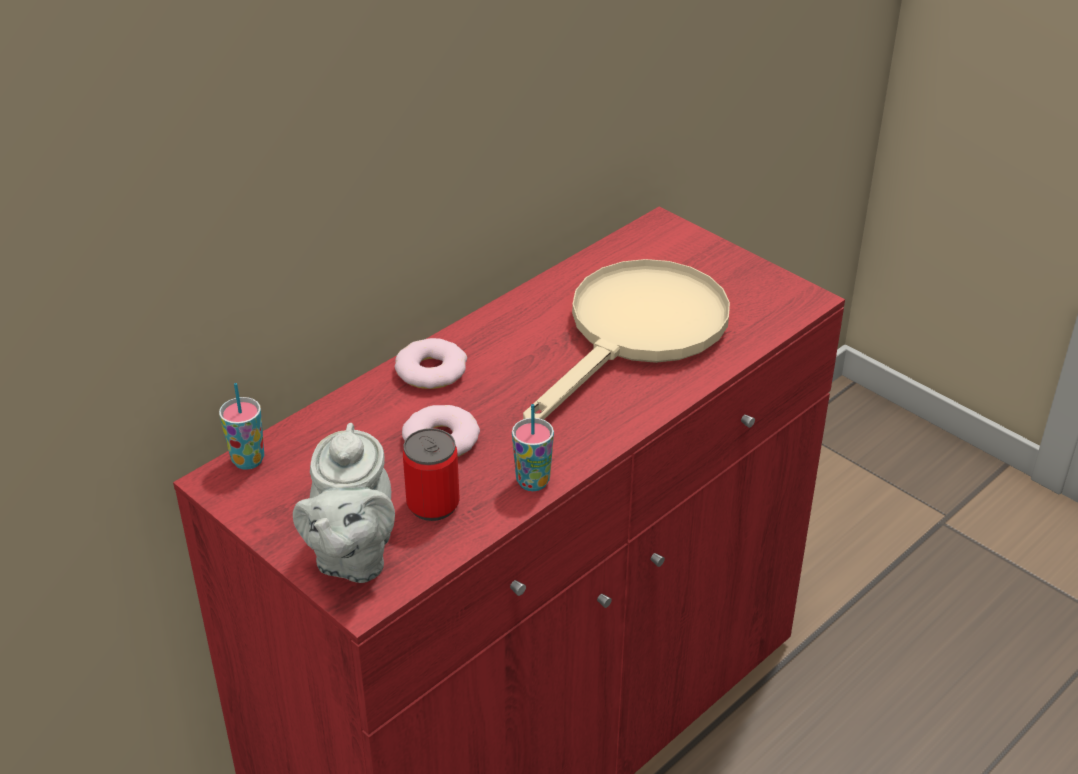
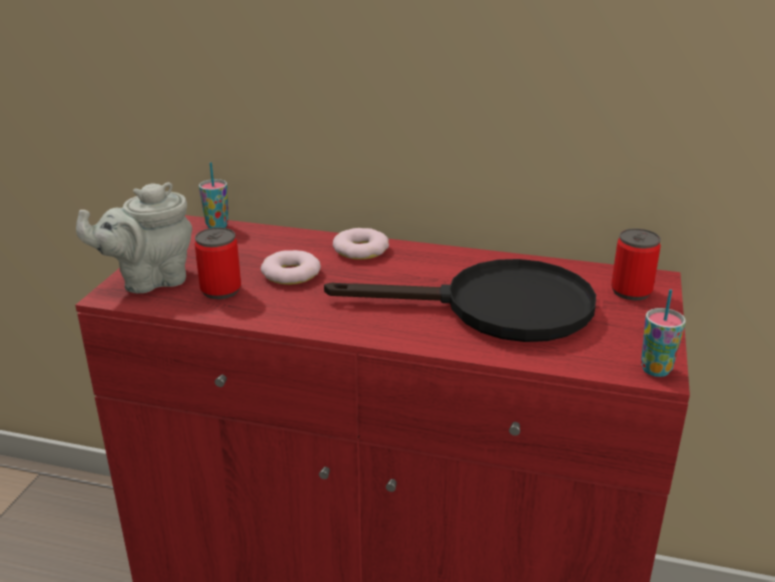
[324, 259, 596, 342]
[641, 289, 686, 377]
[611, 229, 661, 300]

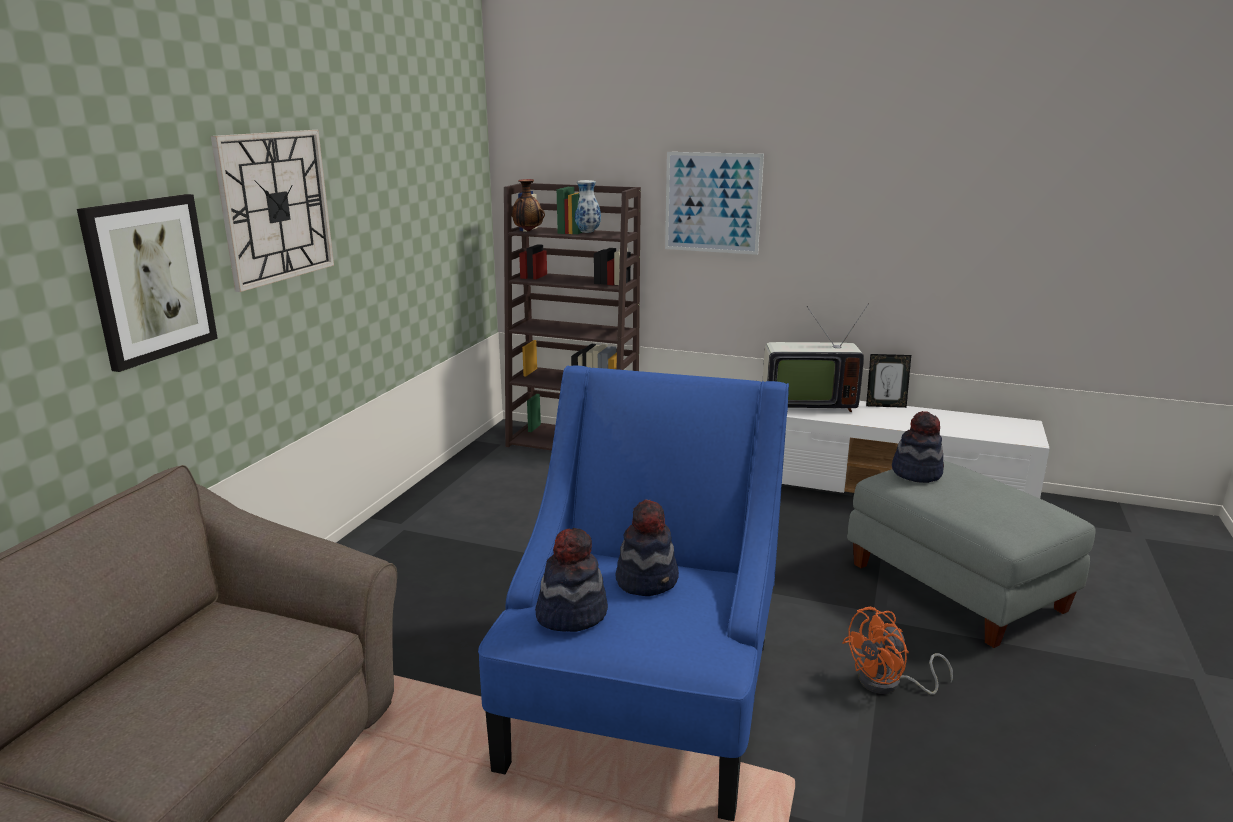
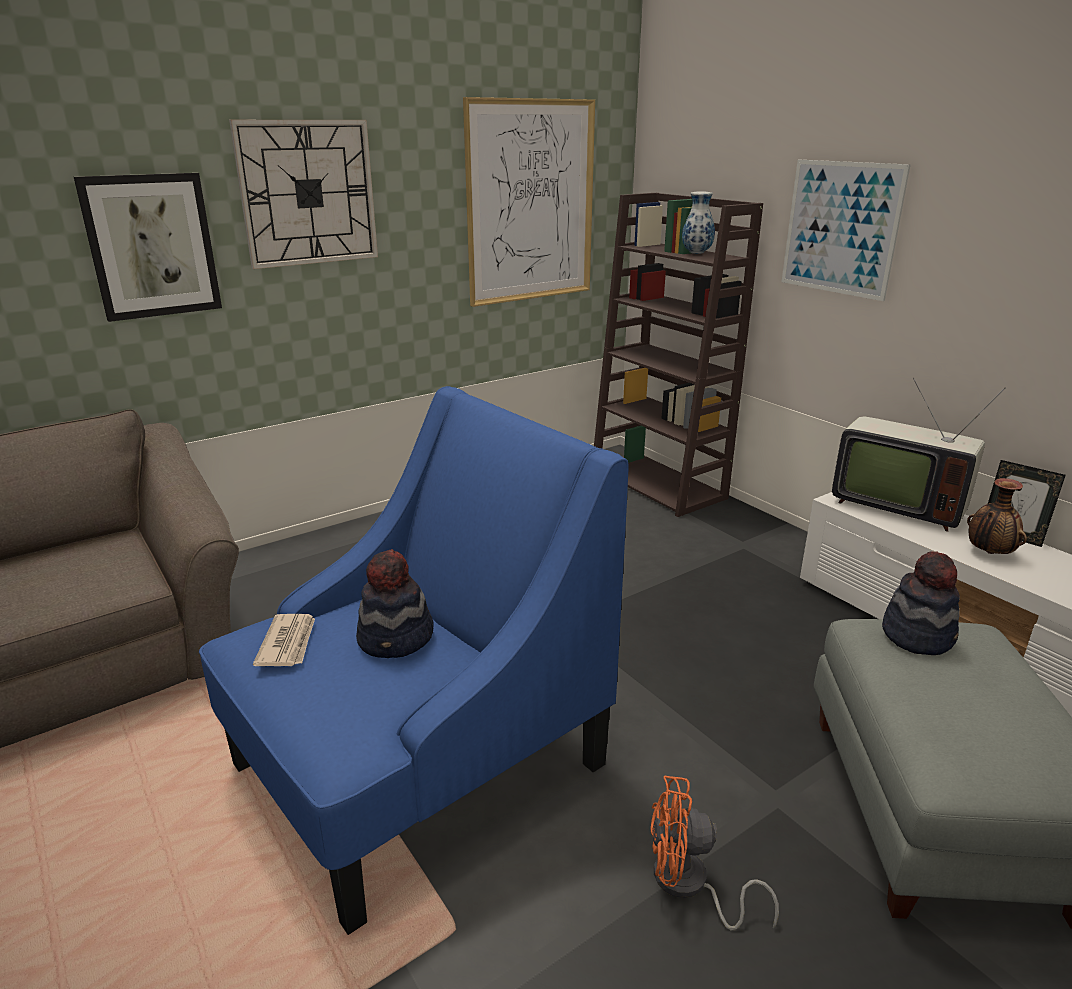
[967, 478, 1027, 554]
[253, 614, 315, 666]
[463, 97, 595, 307]

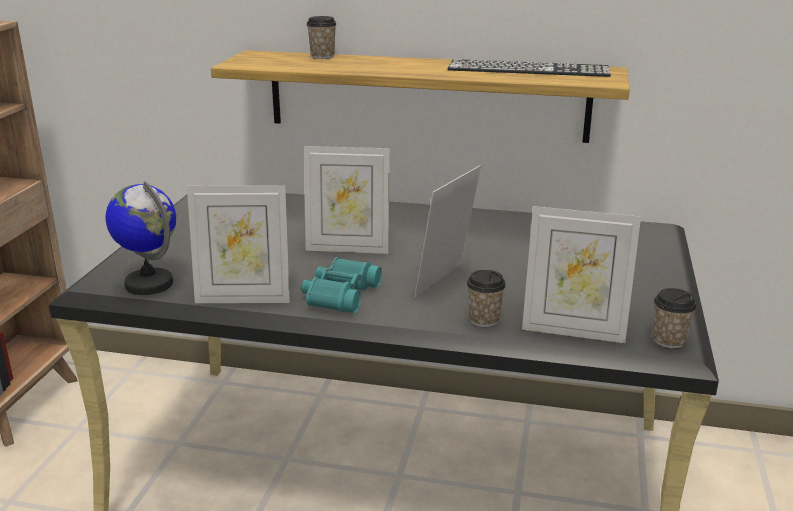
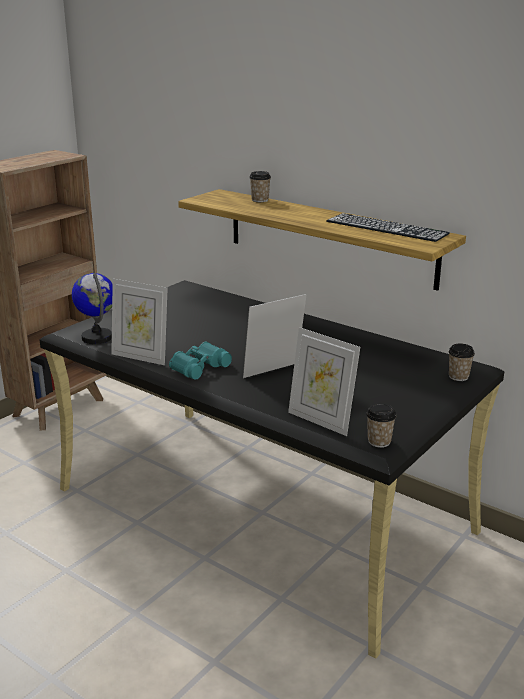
[304, 146, 390, 254] (first image)
[448, 343, 475, 381]

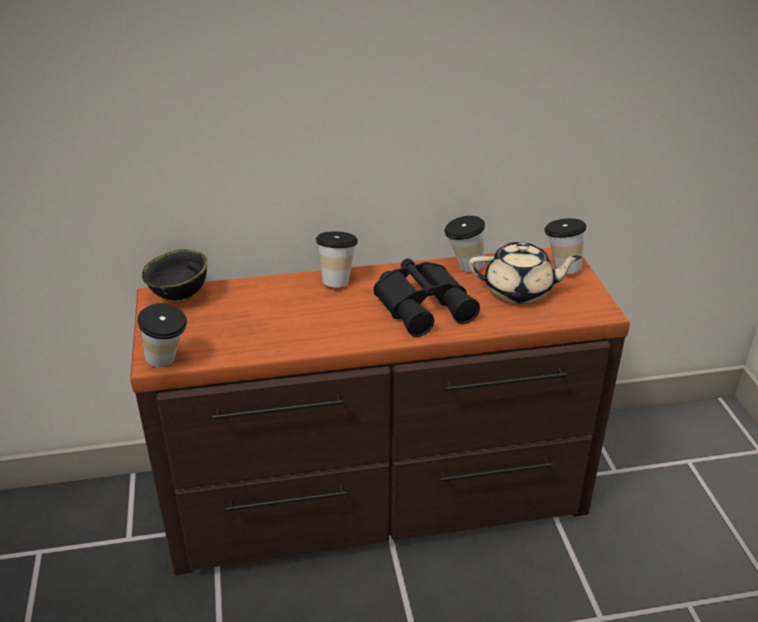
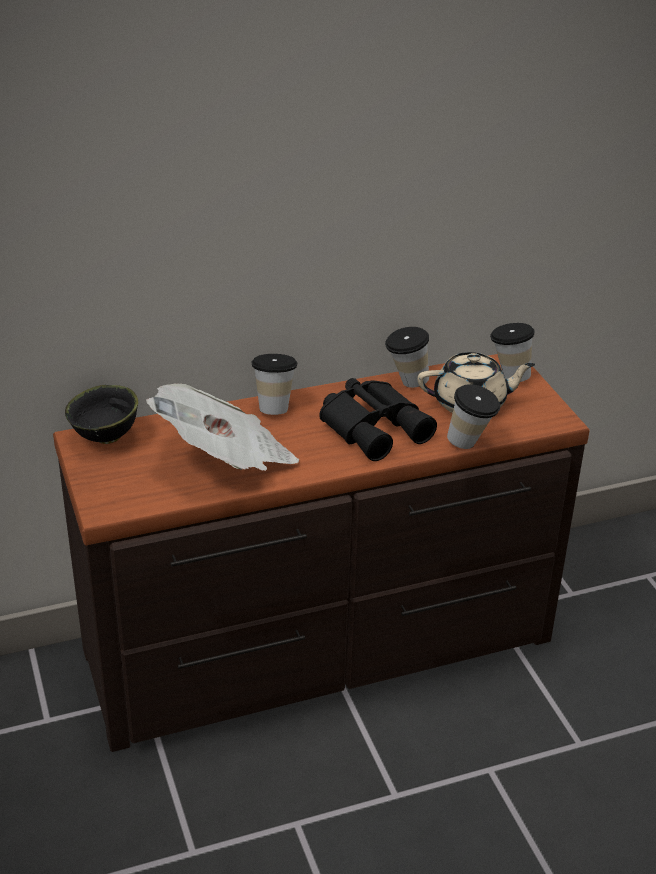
[447, 384, 500, 449]
[146, 383, 299, 471]

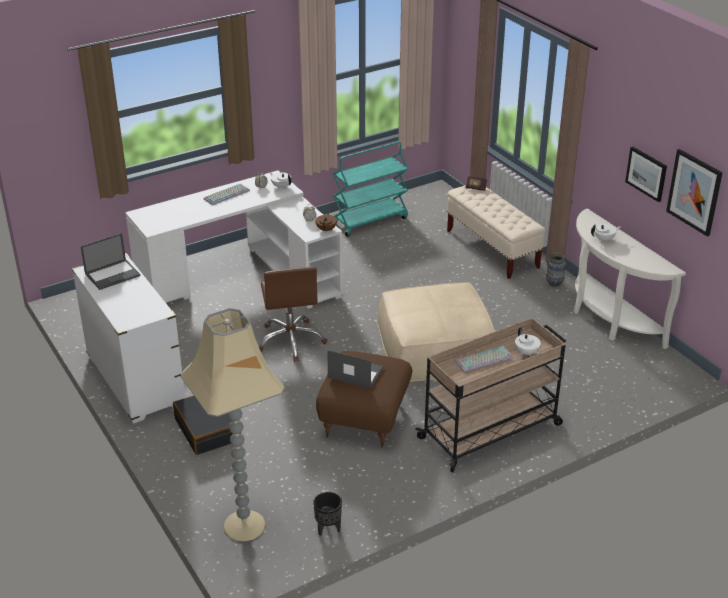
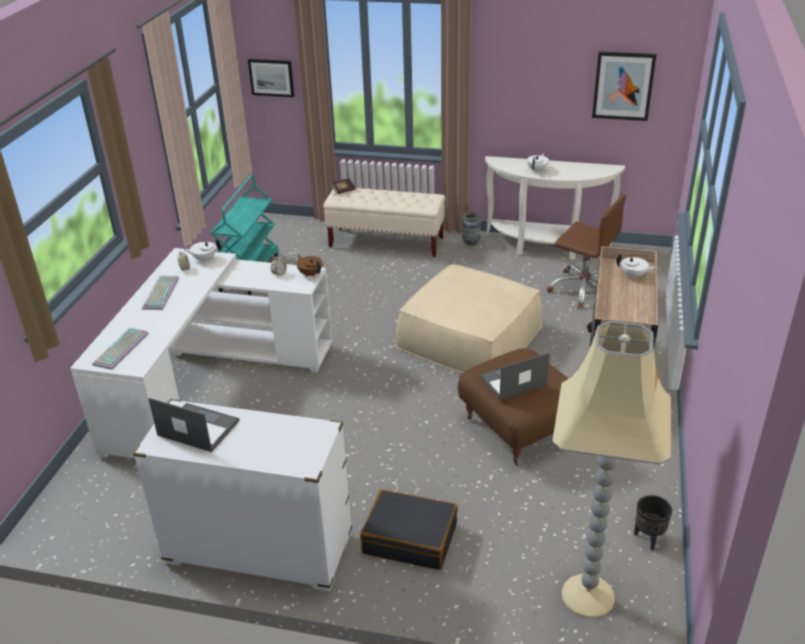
[248, 59, 294, 97]
[148, 398, 240, 452]
[547, 195, 626, 309]
[92, 328, 149, 370]

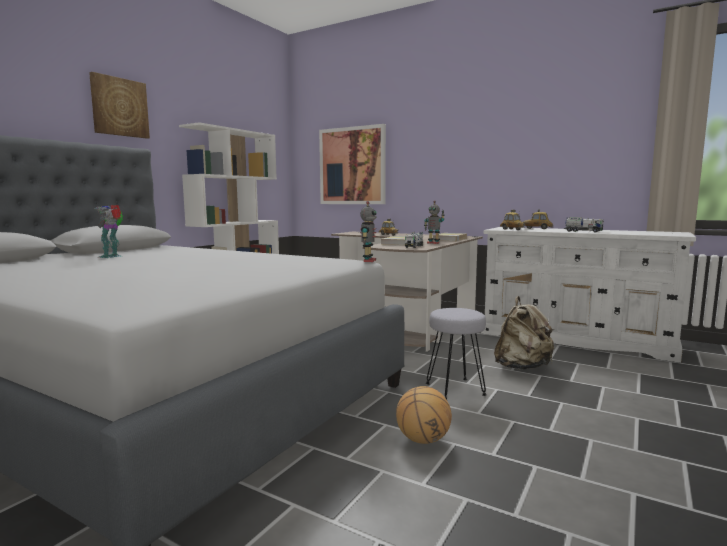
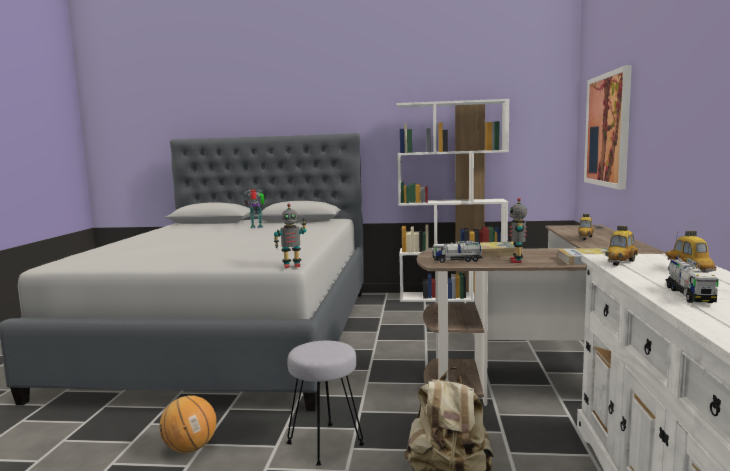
[89, 72, 150, 139] (first image)

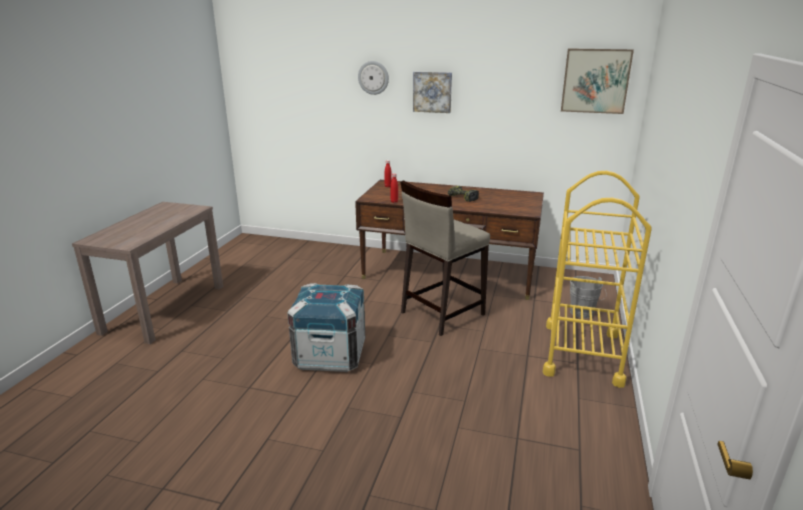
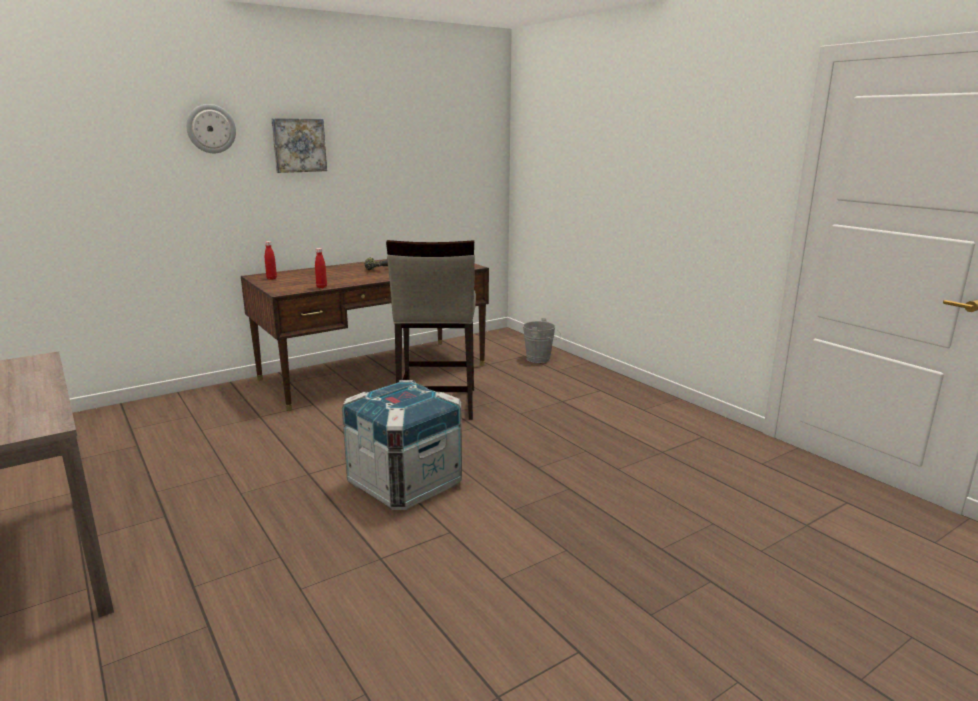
[561, 48, 634, 114] (first image)
[543, 171, 652, 388] (first image)

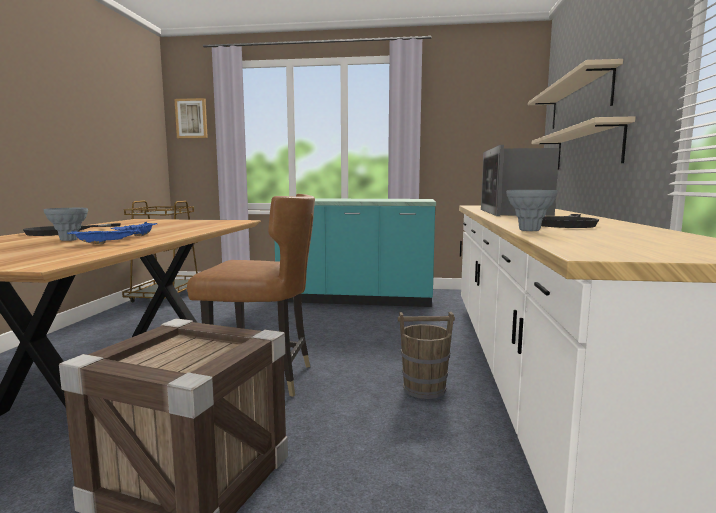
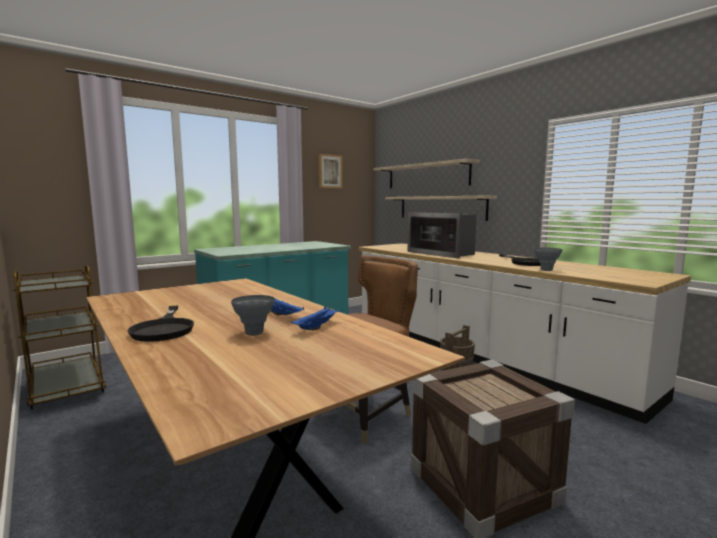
[319, 154, 342, 188]

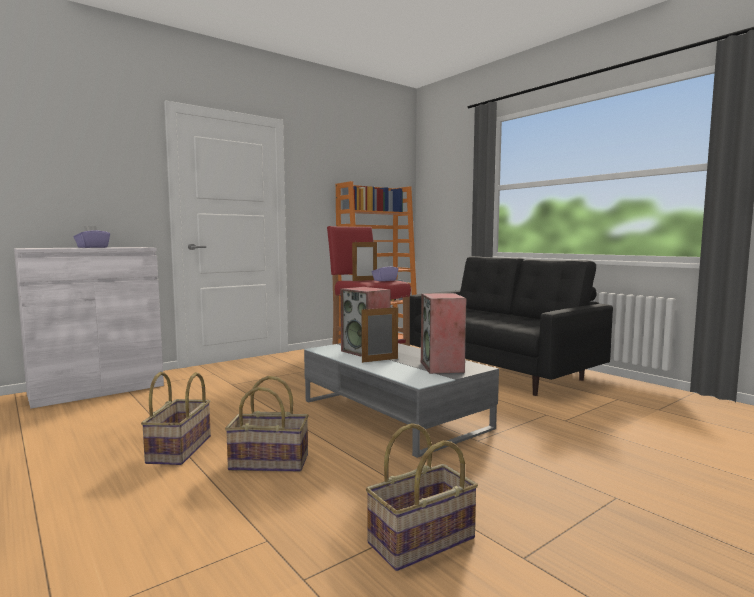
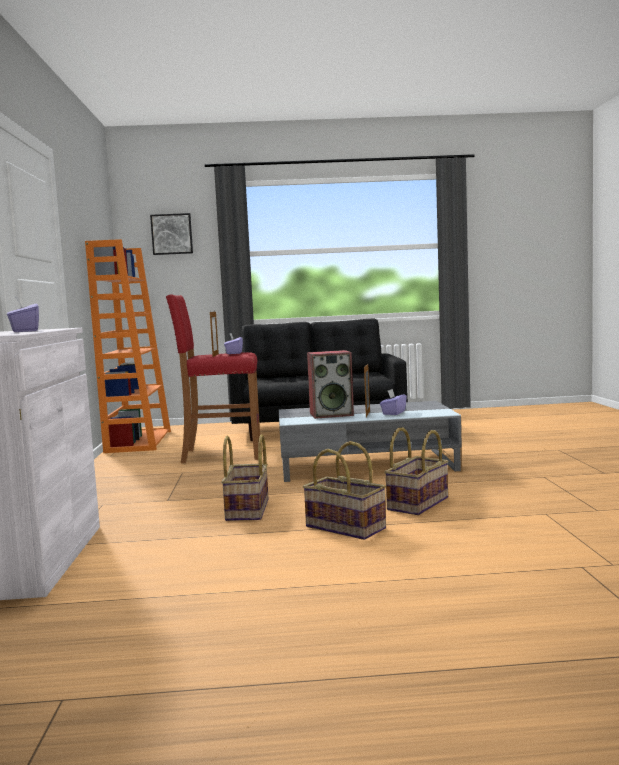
[421, 293, 467, 374] (first image)
[221, 434, 269, 521]
[150, 213, 193, 255]
[380, 389, 407, 415]

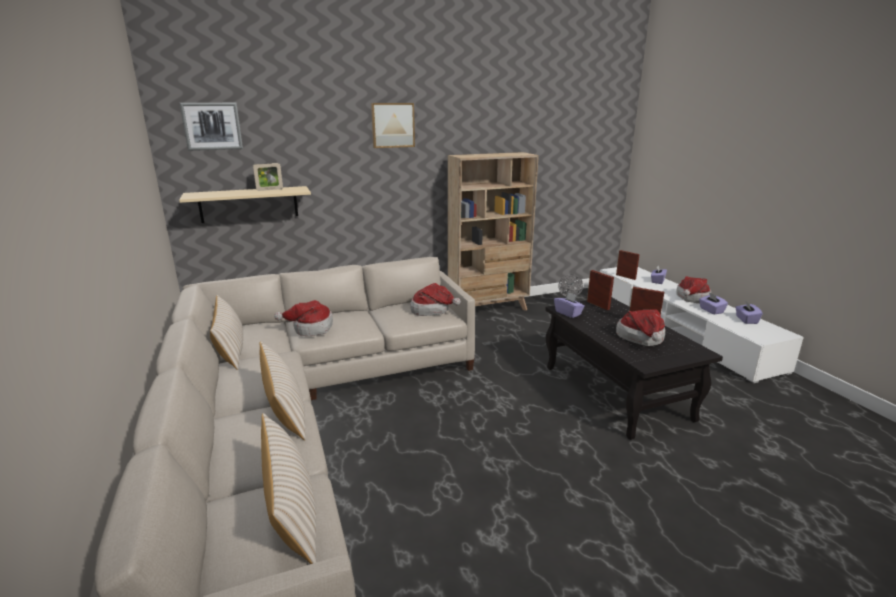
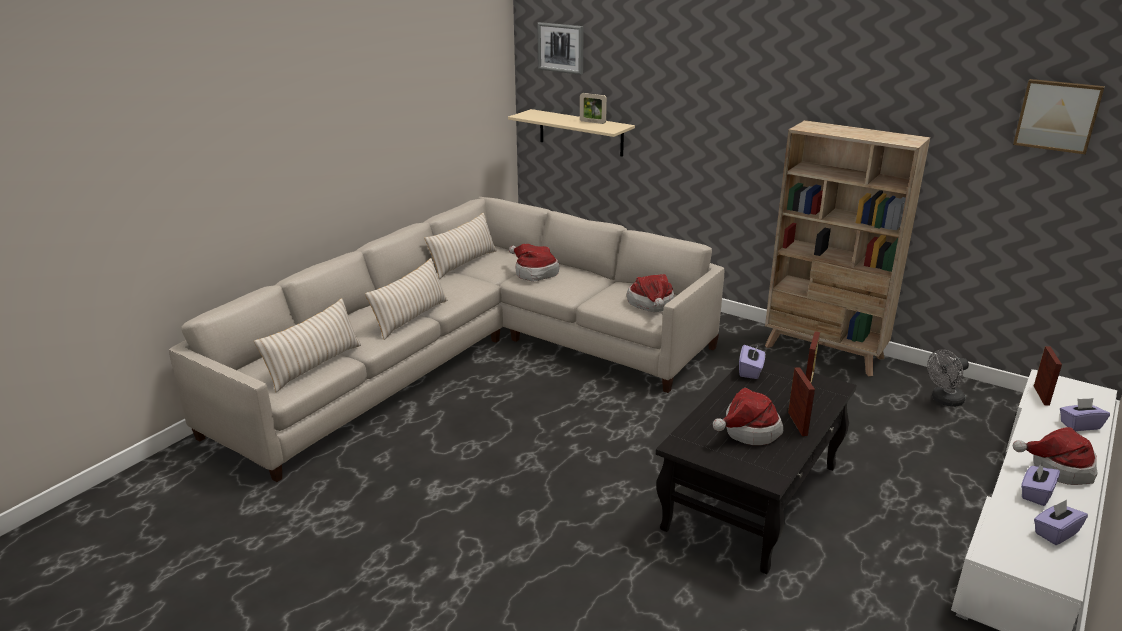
[1013, 79, 1105, 154]

